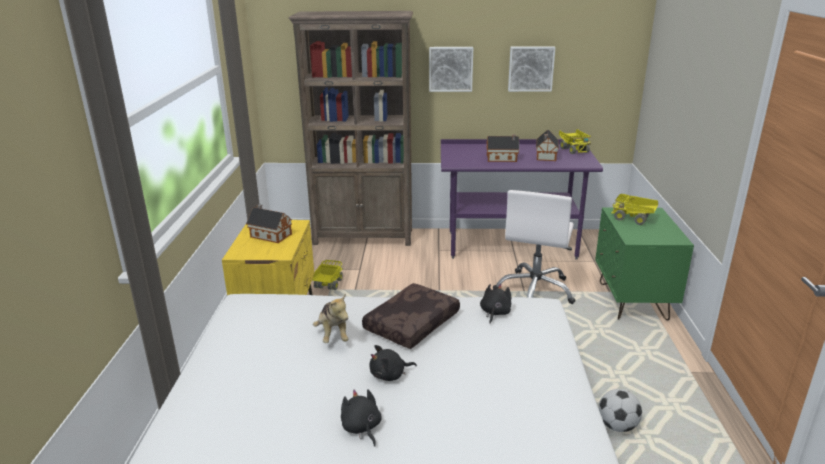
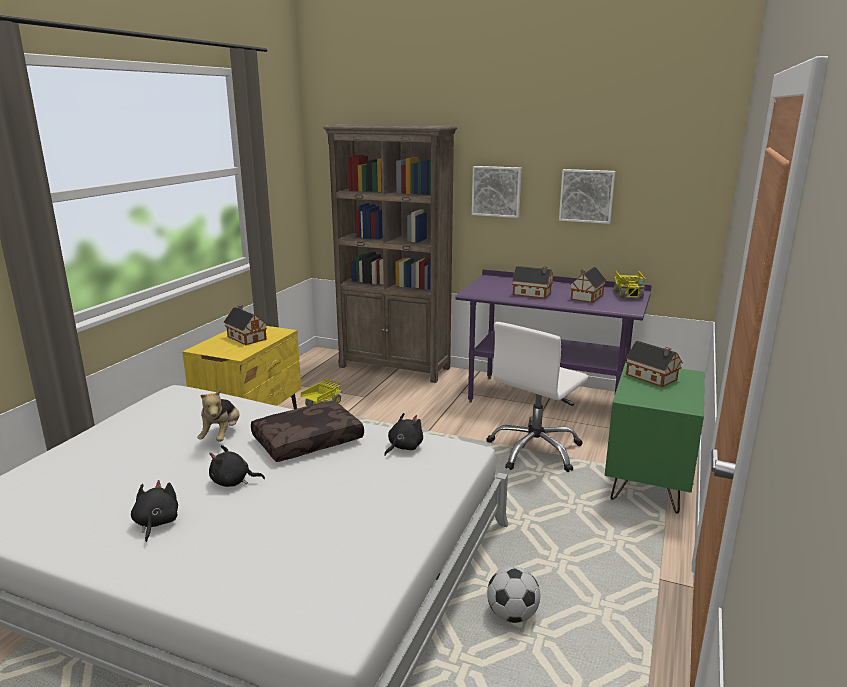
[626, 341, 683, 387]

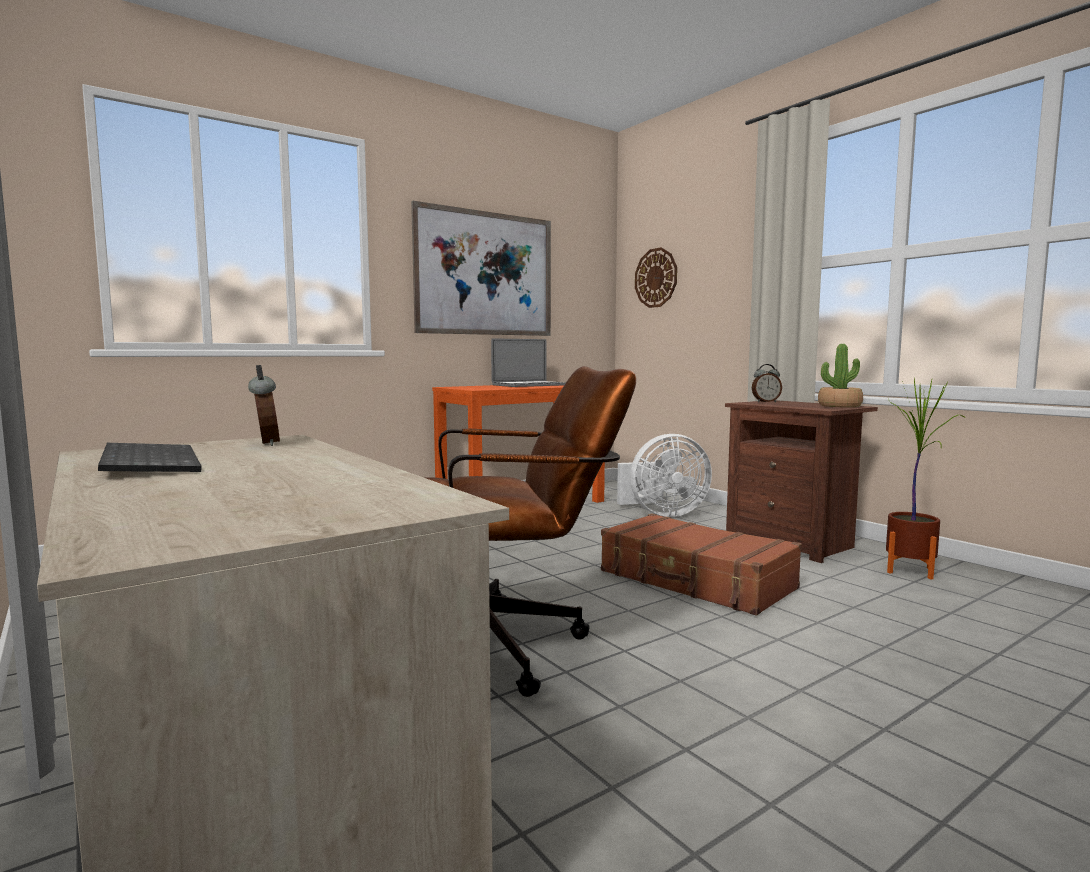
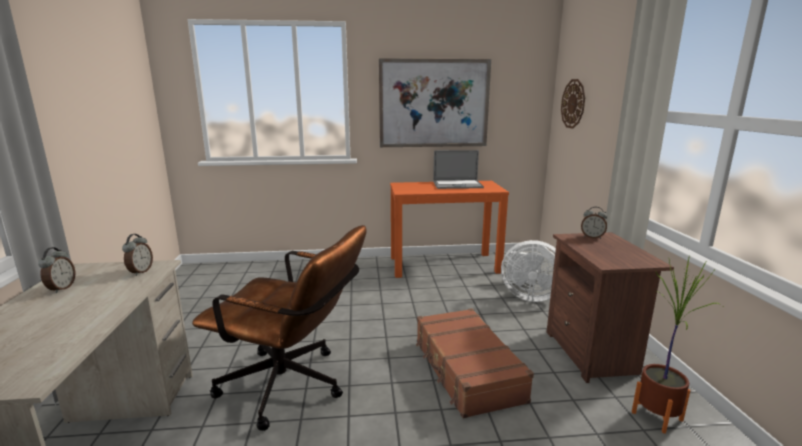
[818, 344, 863, 407] (first image)
[38, 247, 75, 293]

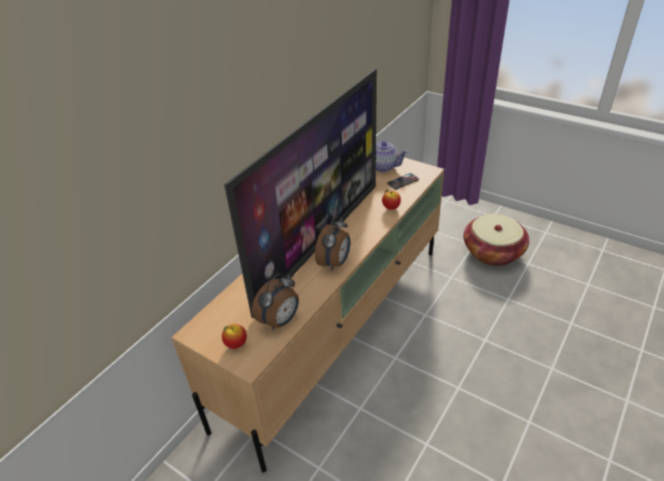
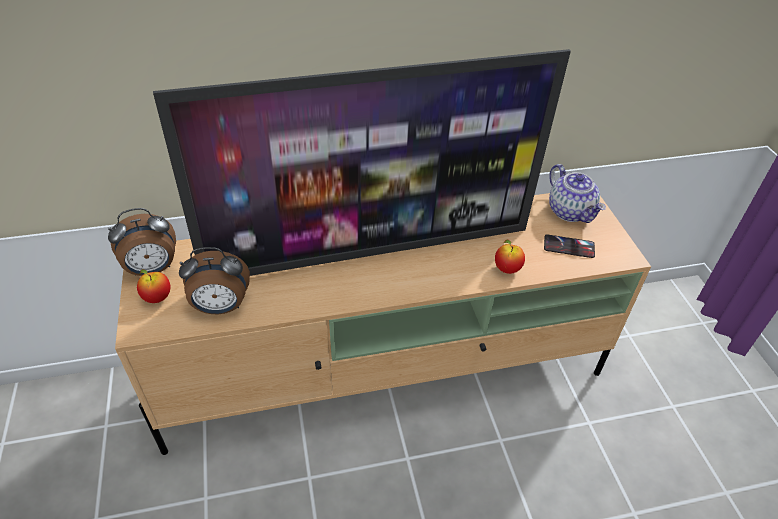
[463, 214, 529, 266] (first image)
[108, 208, 176, 276]

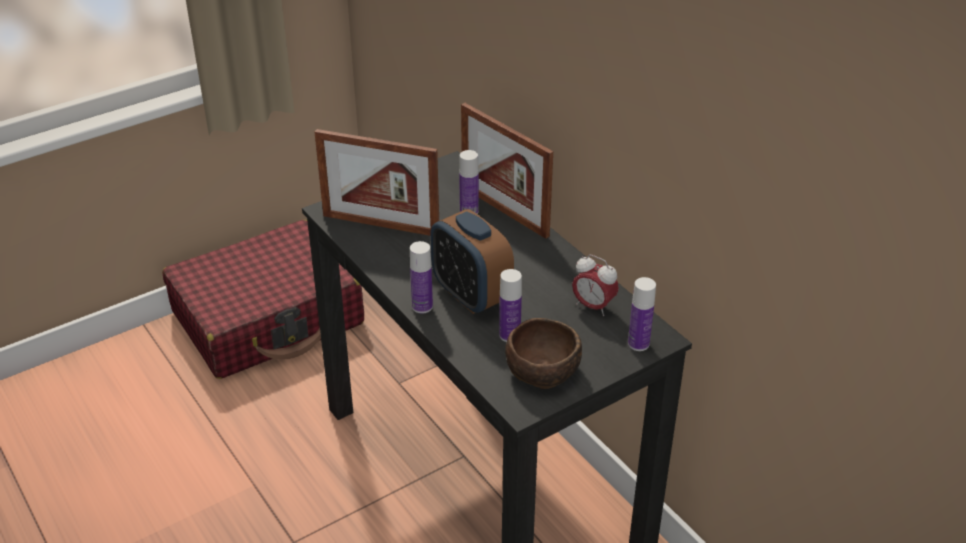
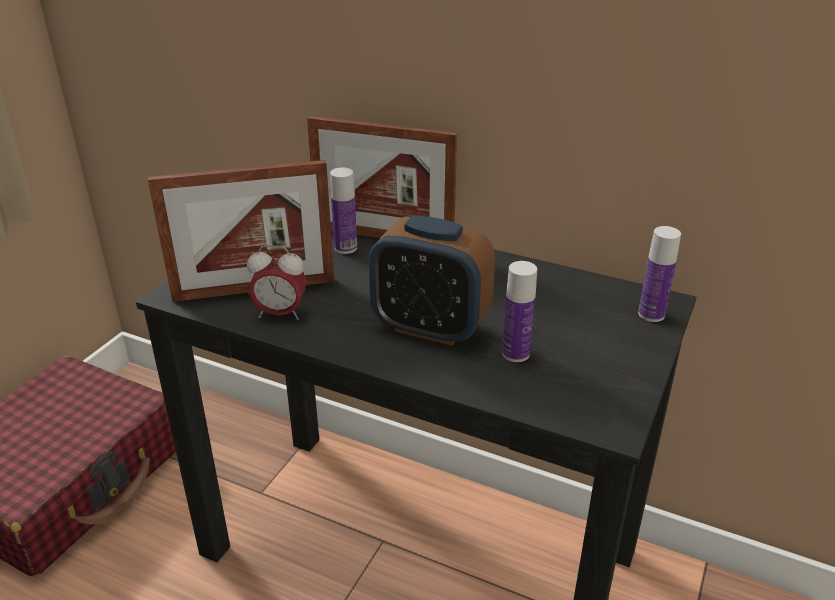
[410, 241, 433, 313] (first image)
[247, 245, 306, 320]
[505, 318, 582, 389] (first image)

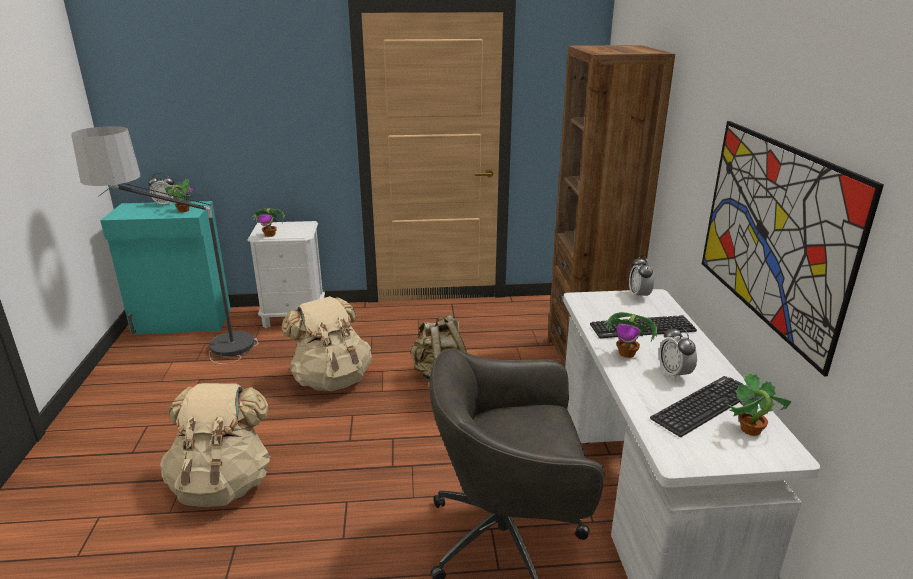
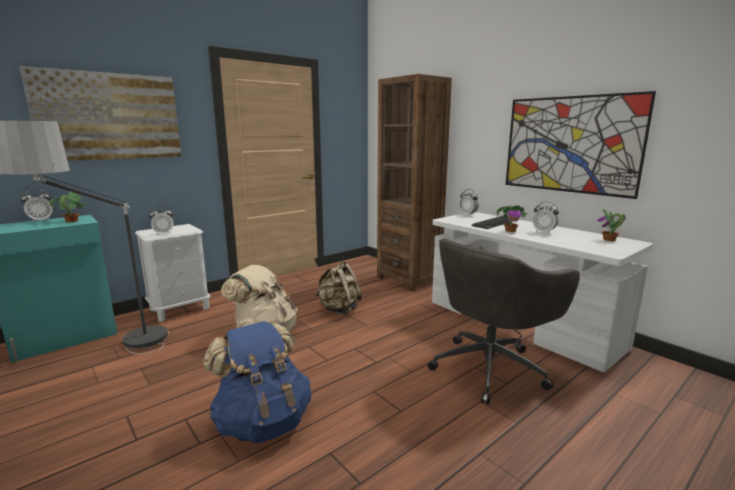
[149, 206, 173, 236]
[650, 376, 742, 437] (first image)
[203, 321, 312, 443]
[19, 66, 181, 161]

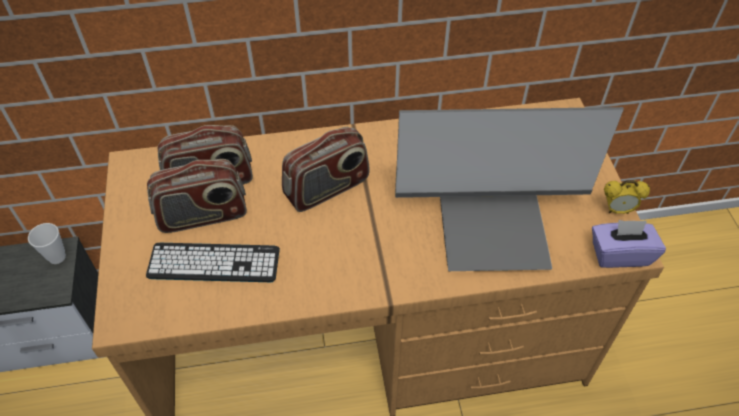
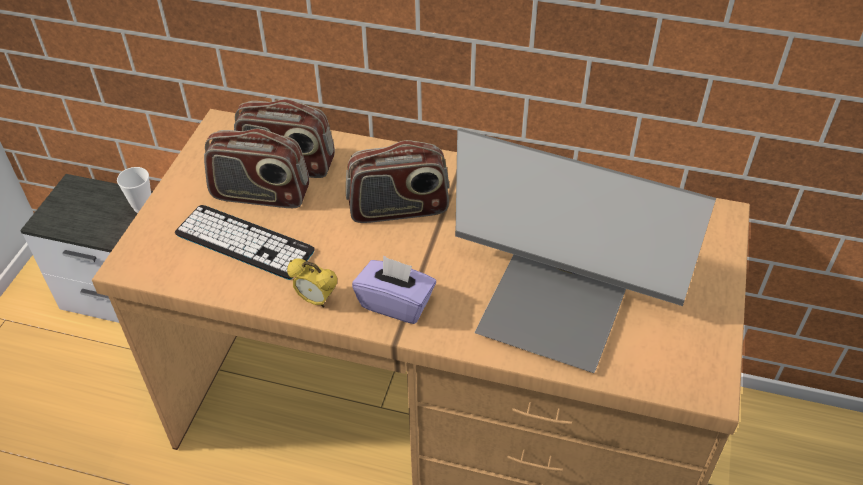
[287, 258, 337, 308]
[352, 256, 436, 324]

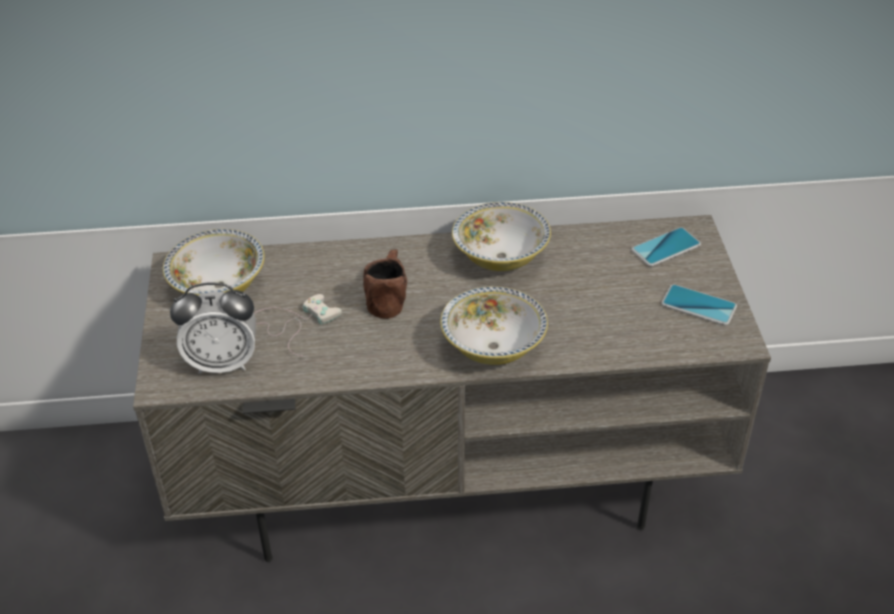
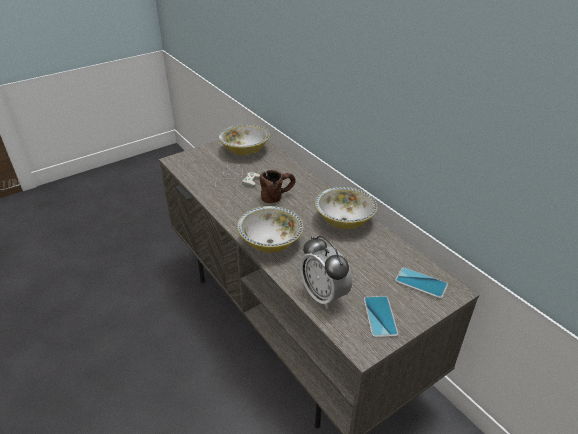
[300, 236, 352, 309]

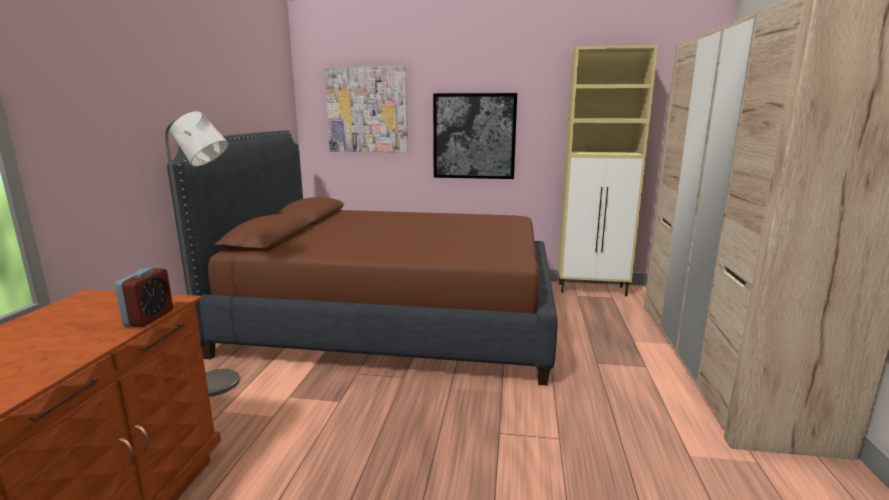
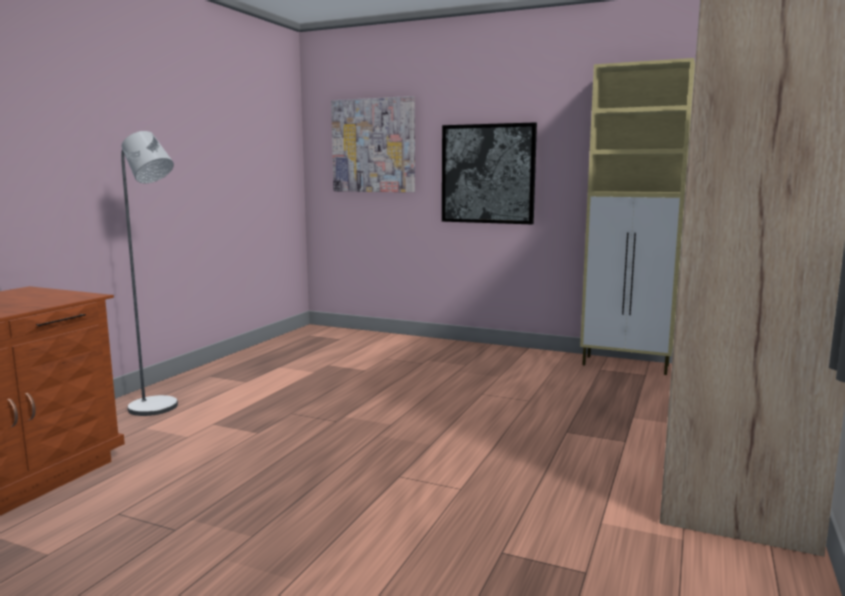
[167, 130, 558, 385] (first image)
[115, 268, 173, 327] (first image)

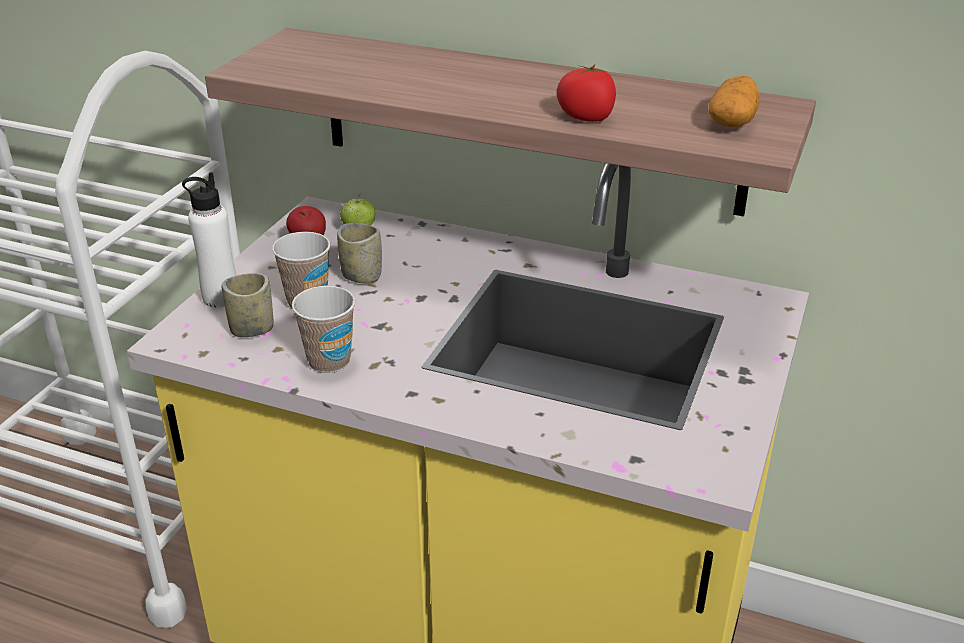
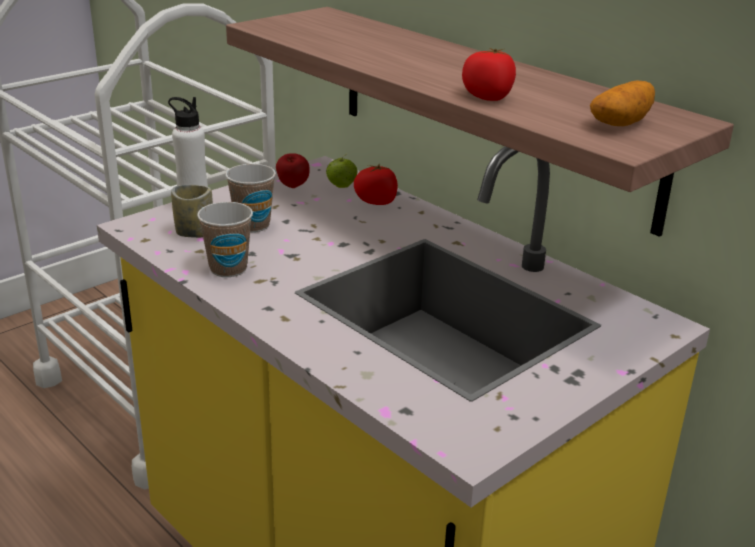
[337, 223, 382, 283] (first image)
[354, 163, 398, 205]

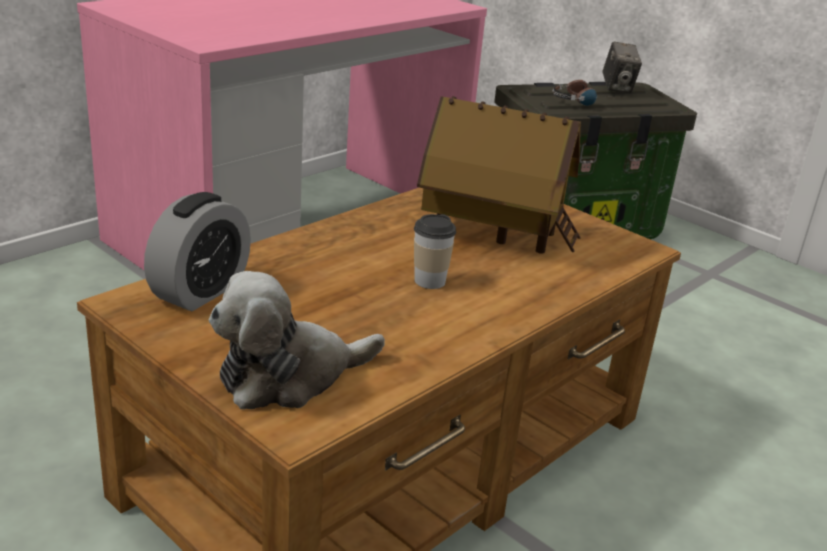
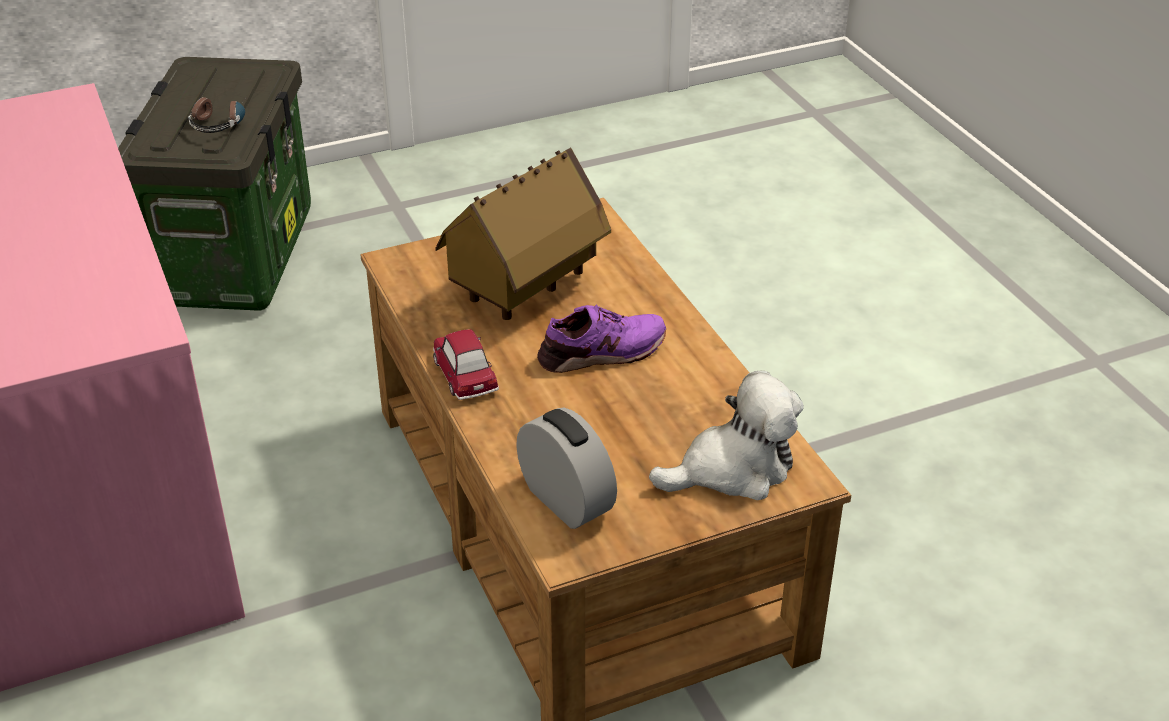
[602, 41, 642, 94] (first image)
[537, 305, 666, 373]
[649, 371, 804, 500]
[433, 329, 499, 400]

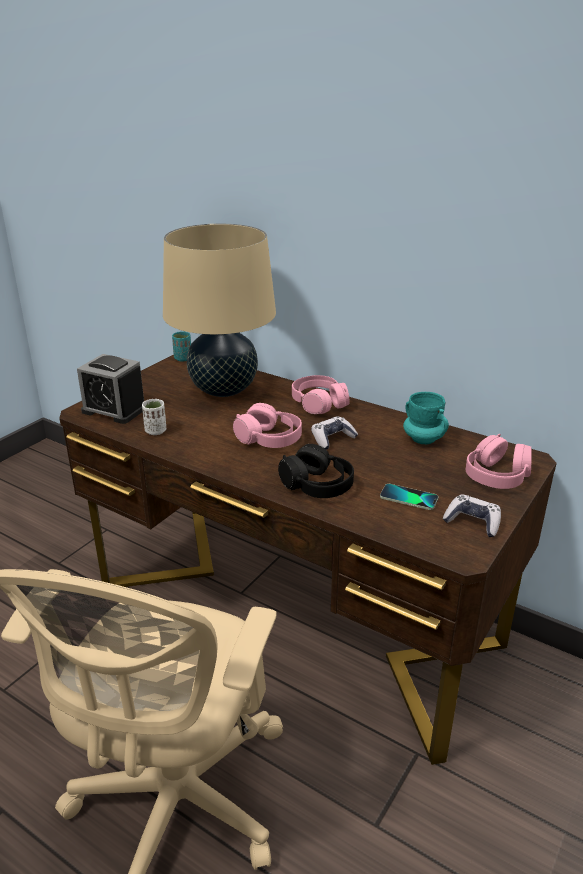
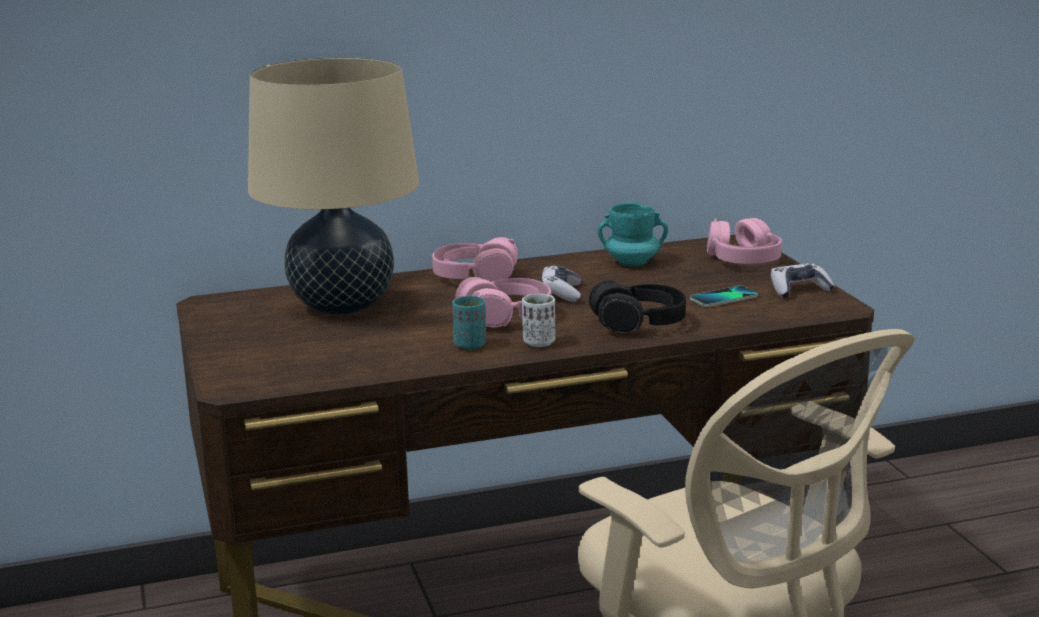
[452, 296, 486, 350]
[77, 354, 144, 424] (first image)
[522, 294, 555, 347]

